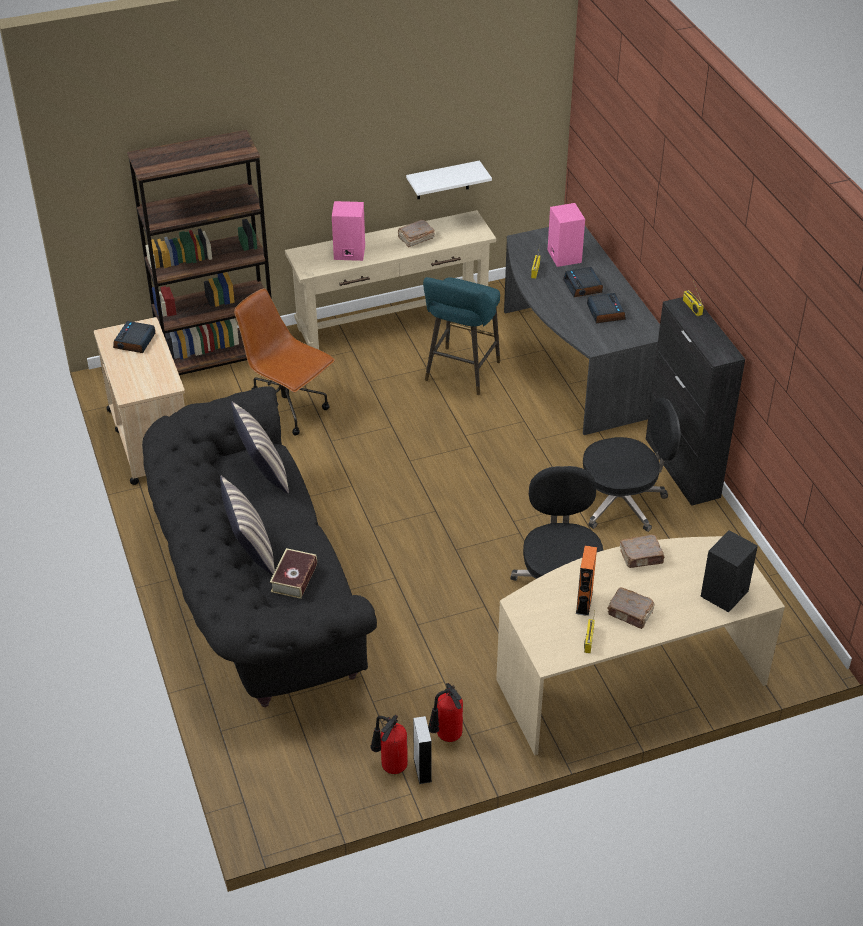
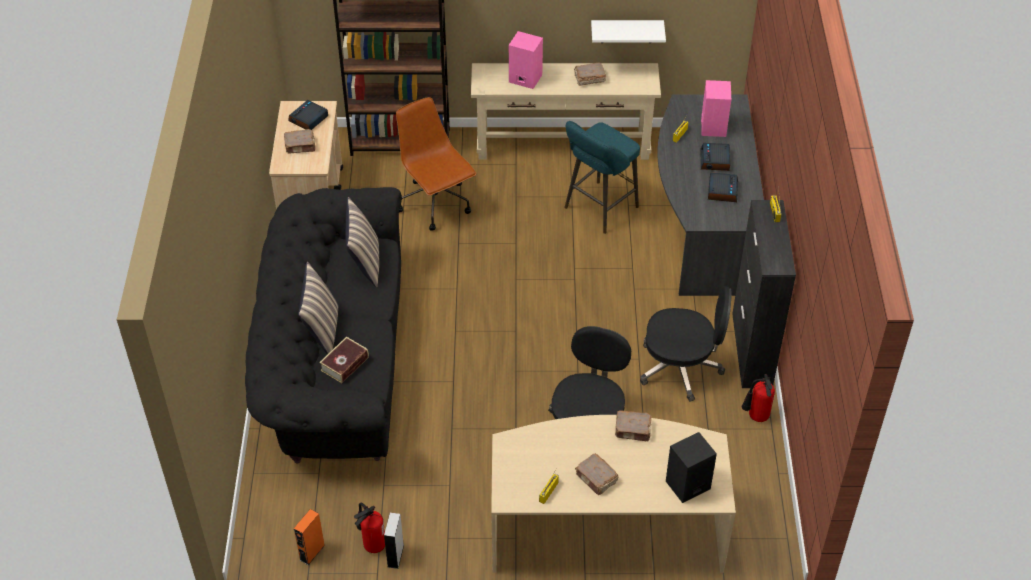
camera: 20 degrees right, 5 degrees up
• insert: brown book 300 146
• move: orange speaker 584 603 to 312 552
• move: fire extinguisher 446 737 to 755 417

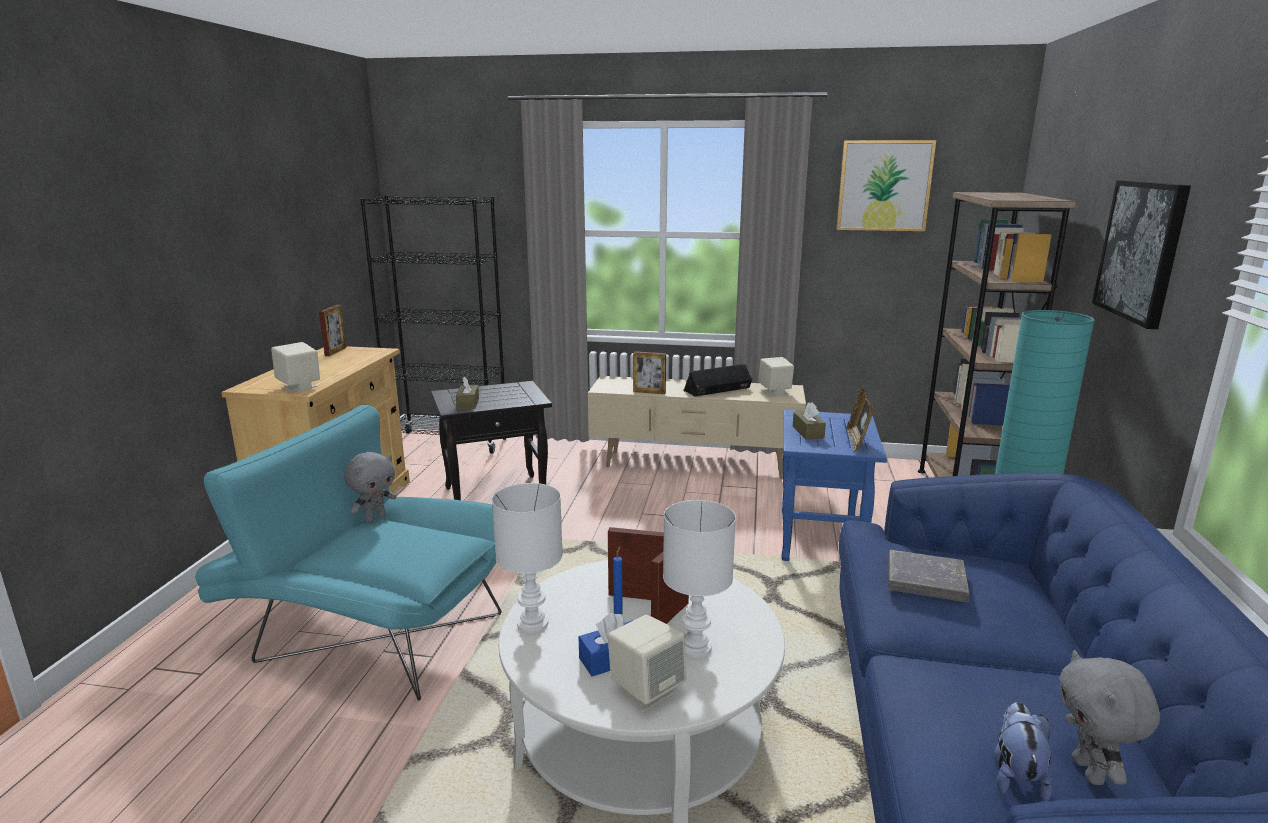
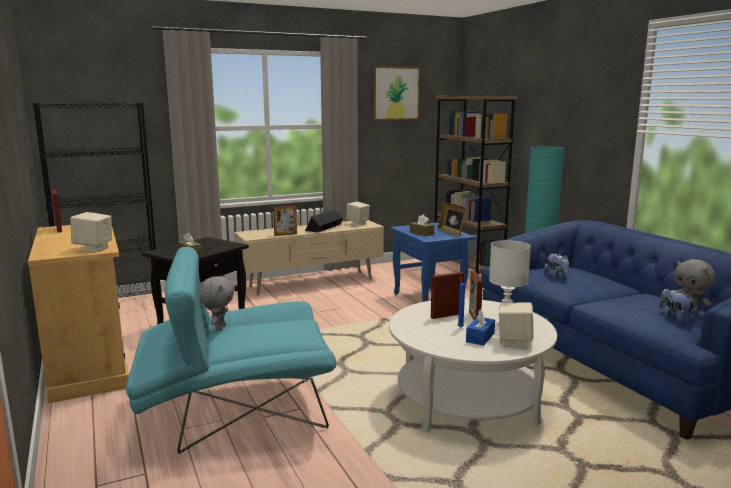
camera: 35 degrees left, 5 degrees down
• replace: grey book 925 581 to plush toy 556 276
• delete: white table lamp 533 623
• delete: picture 1141 250

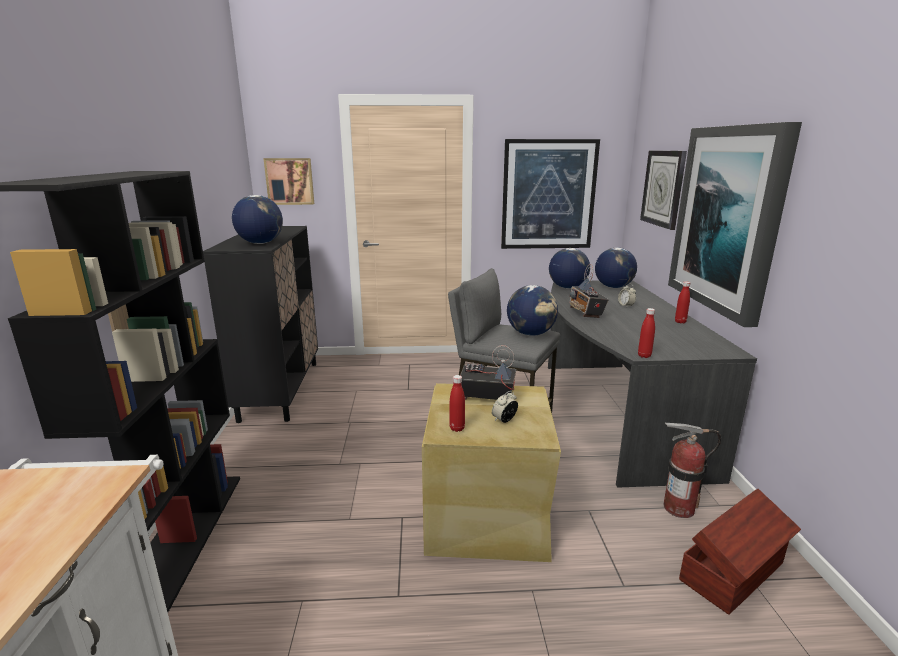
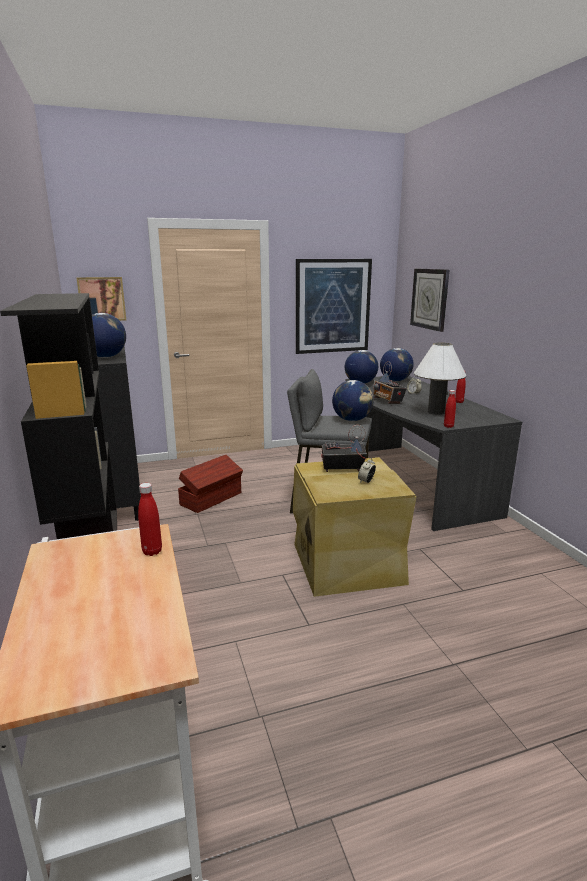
camera: 15 degrees left, 0 degrees up
• move: red bottle 457 428 to 152 551
• move: brown storage box 734 572 to 212 499
• insert: white table lamp 436 412
• delete: fire extinguisher 678 508
• delete: picture 728 219

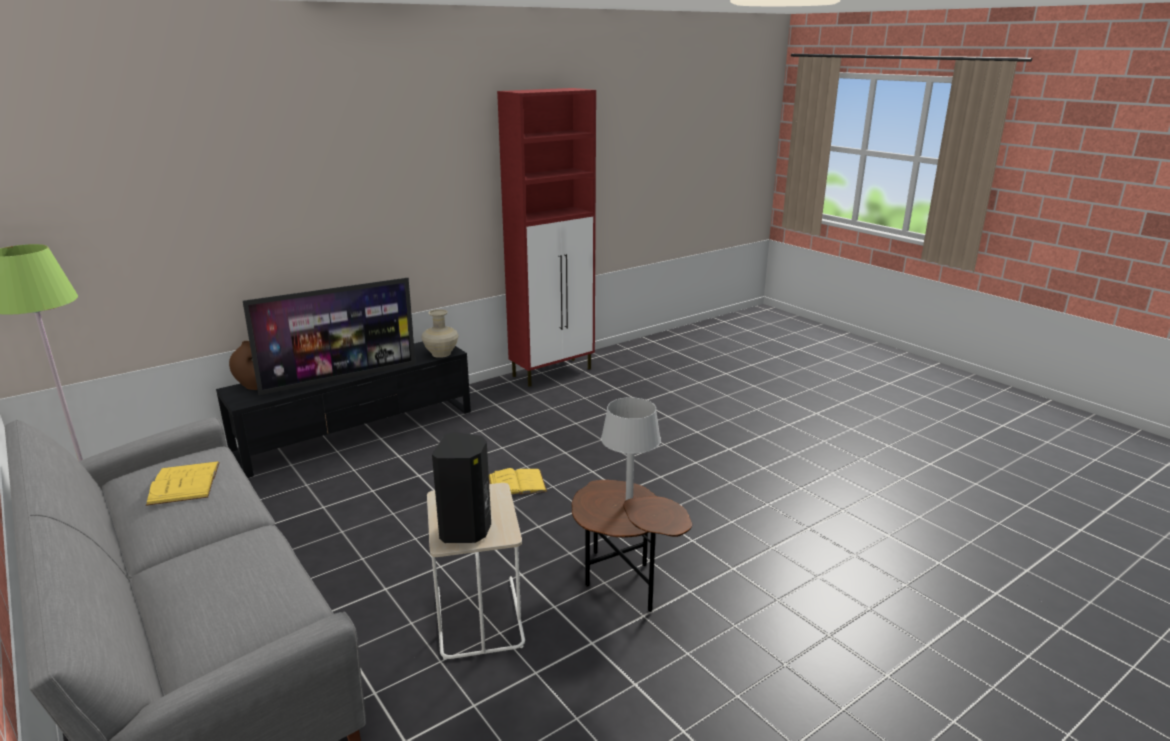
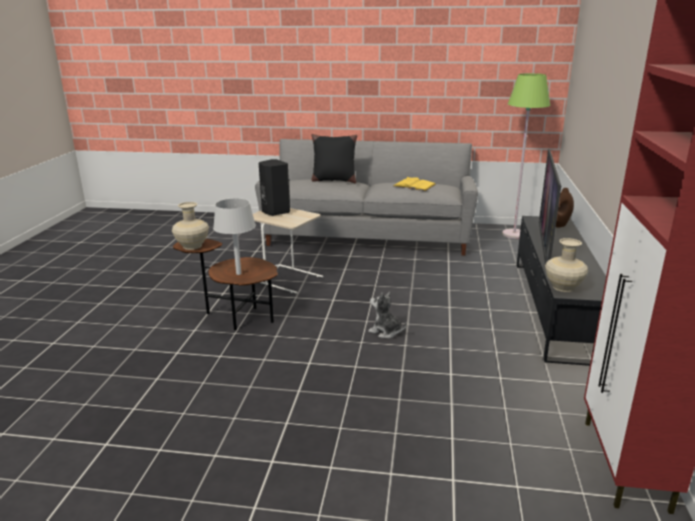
camera: 135 degrees right, 0 degrees up
• insert: beige vase 192 246
• insert: black pillow 333 180
• replace: yellow book 517 483 to plush toy 385 332

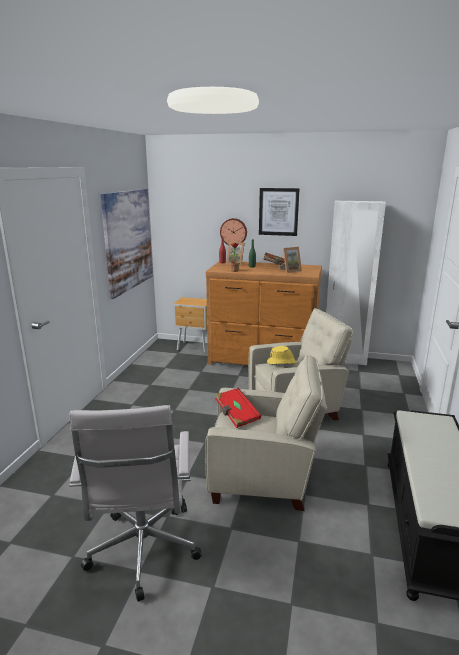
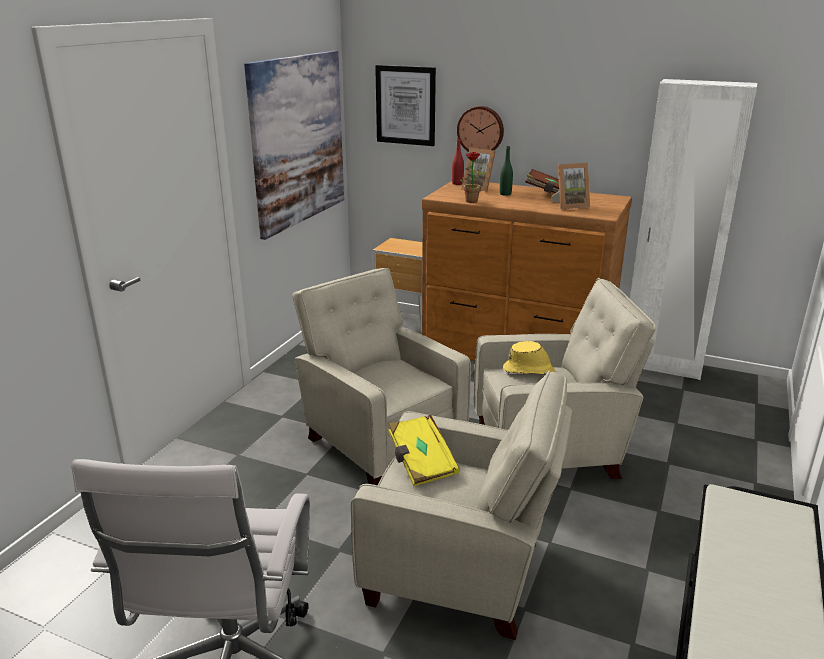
camera: 10 degrees right, 5 degrees up
• insert: beige armchair 381 440
• move: picture 278 212 to 405 105
• recolor: red book 236 415 to yellow book 421 462

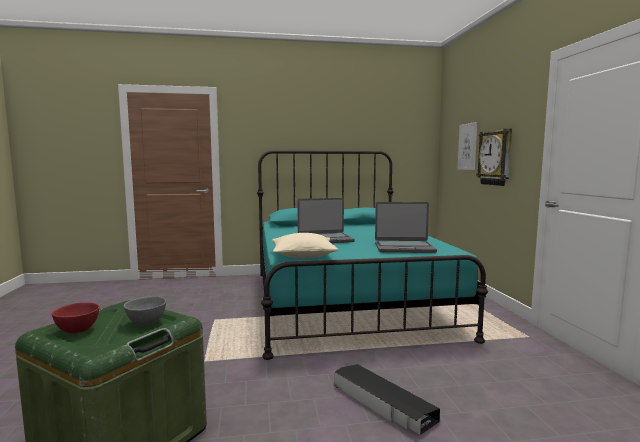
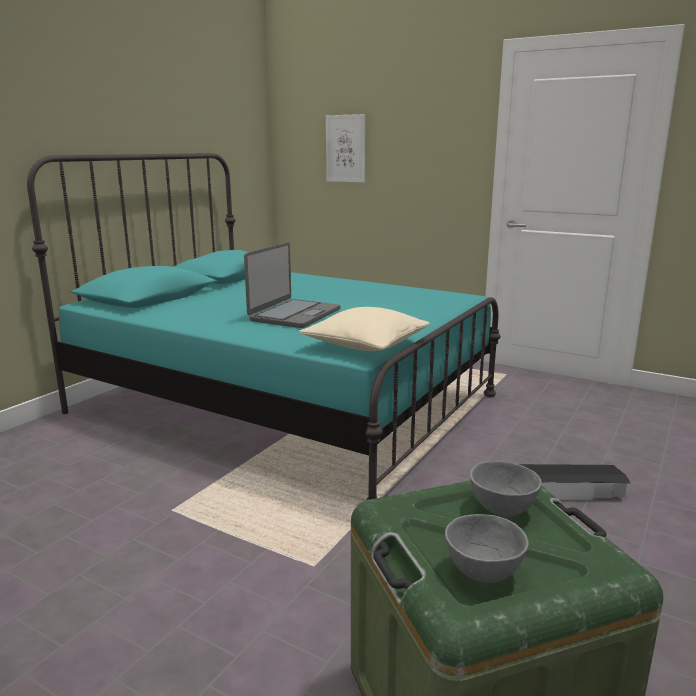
camera: 50 degrees left, 10 degrees up
• recolor: red bowl 77 330 to grey bowl 482 572
• delete: laptop 404 248
• delete: wall clock 496 158

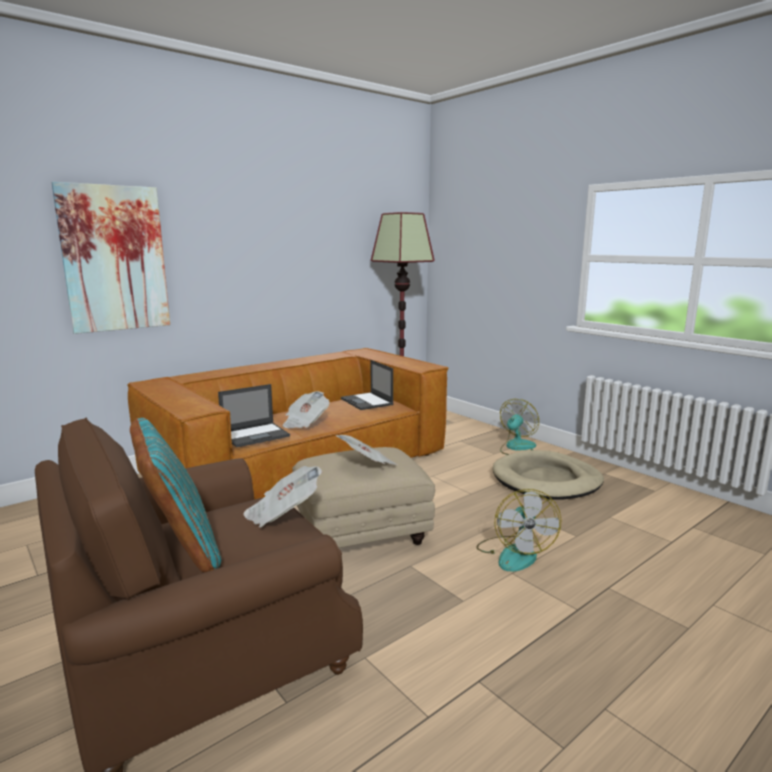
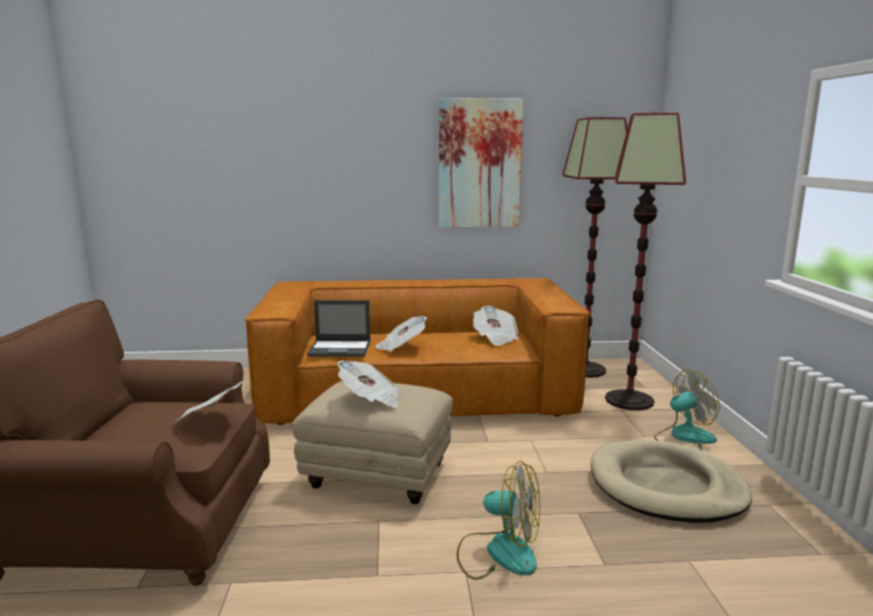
camera: 35 degrees right, 0 degrees up
• move: picture 115 259 to 479 164
• rotate: fan 514 553 = 498 552 105 degrees counterclockwise
• replace: laptop 367 402 to newspaper 495 338
• insert: floor lamp 629 400
• delete: turquoise pillow 180 548

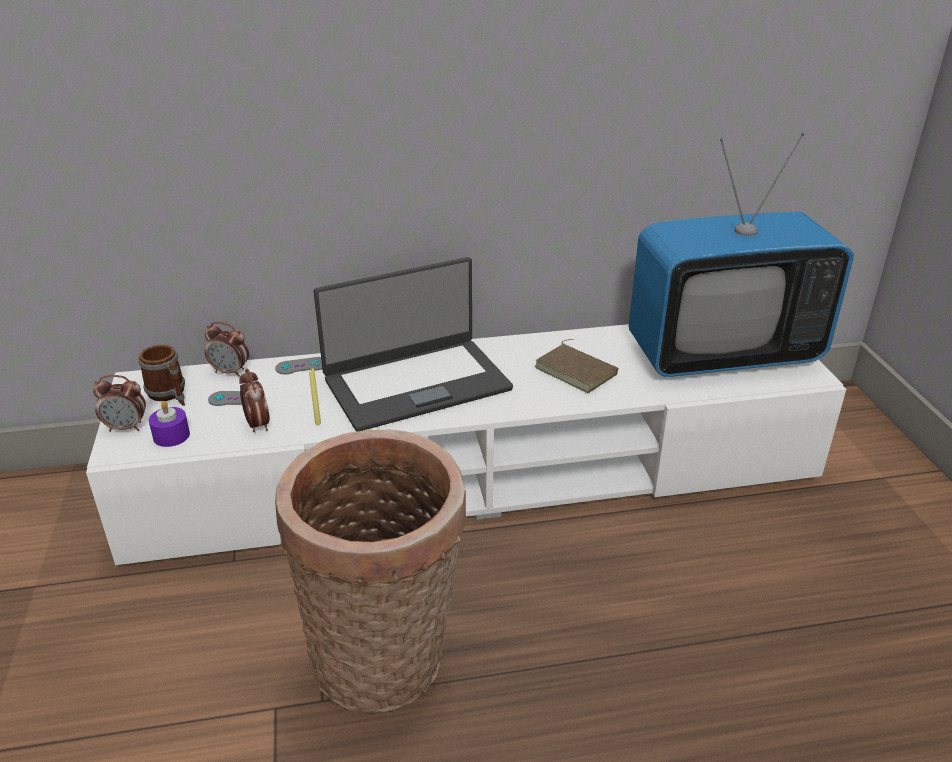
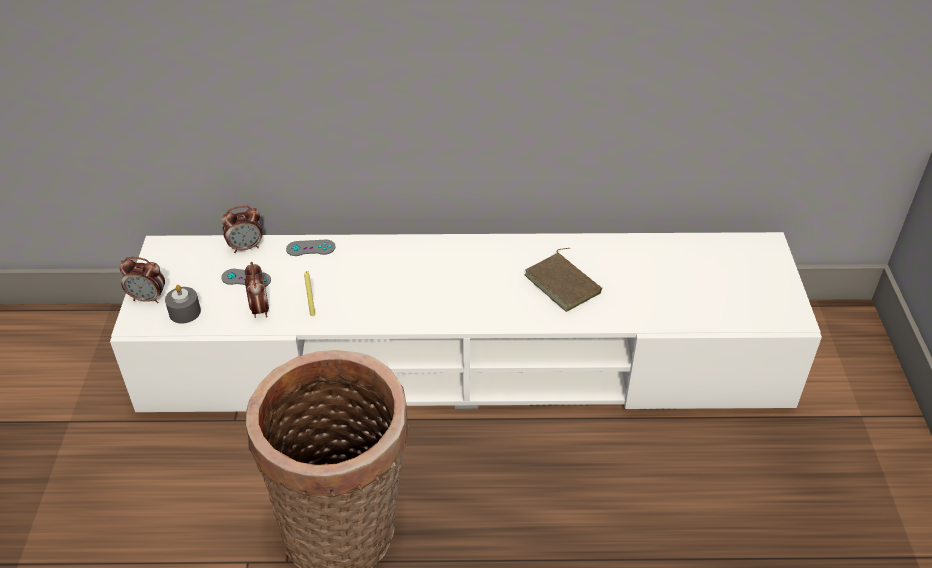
camera: 10 degrees right, 10 degrees up
• recolor: purple candle 171 436 to grey candle 185 312
• rotate: alarm clock 230 372 = 246 247 45 degrees counterclockwise
• delete: mug 170 395
• delete: laptop 416 383
• delete: television 723 354

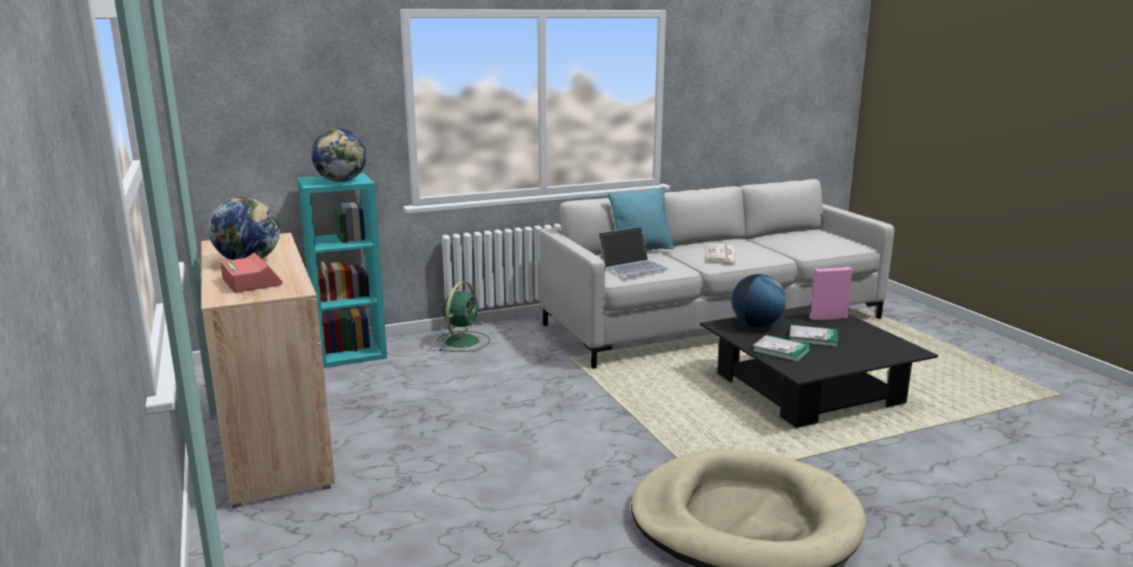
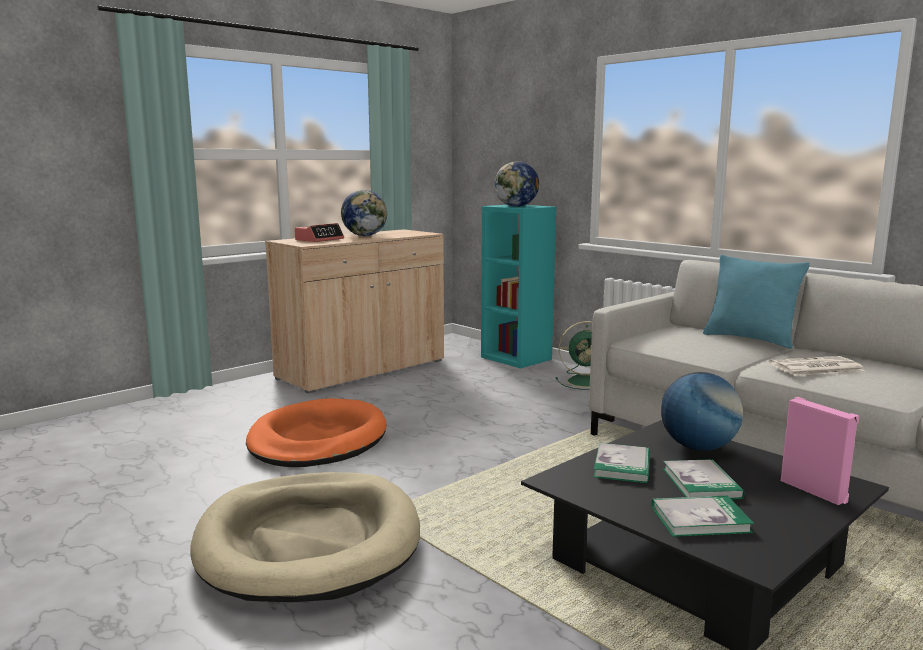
camera: 70 degrees right, 5 degrees down
• insert: orange dog bed 317 440
• insert: book 700 519
• delete: laptop 633 266

